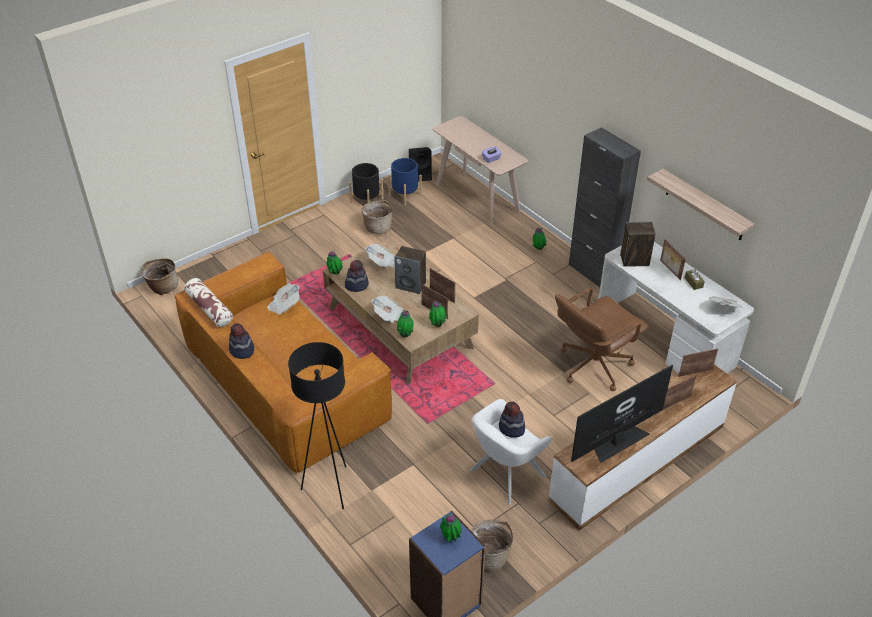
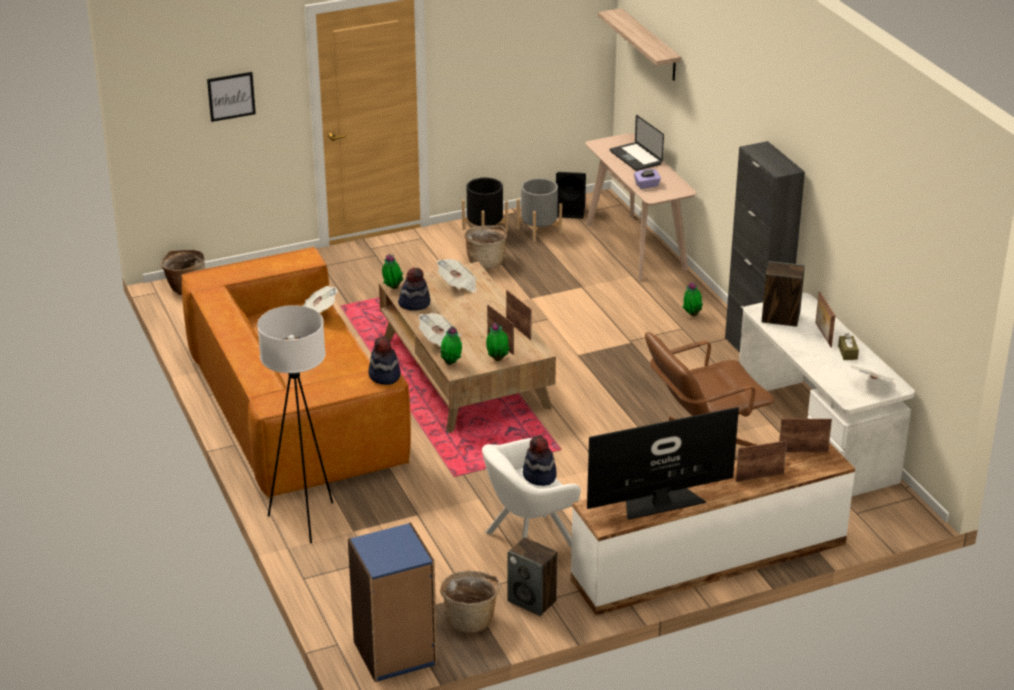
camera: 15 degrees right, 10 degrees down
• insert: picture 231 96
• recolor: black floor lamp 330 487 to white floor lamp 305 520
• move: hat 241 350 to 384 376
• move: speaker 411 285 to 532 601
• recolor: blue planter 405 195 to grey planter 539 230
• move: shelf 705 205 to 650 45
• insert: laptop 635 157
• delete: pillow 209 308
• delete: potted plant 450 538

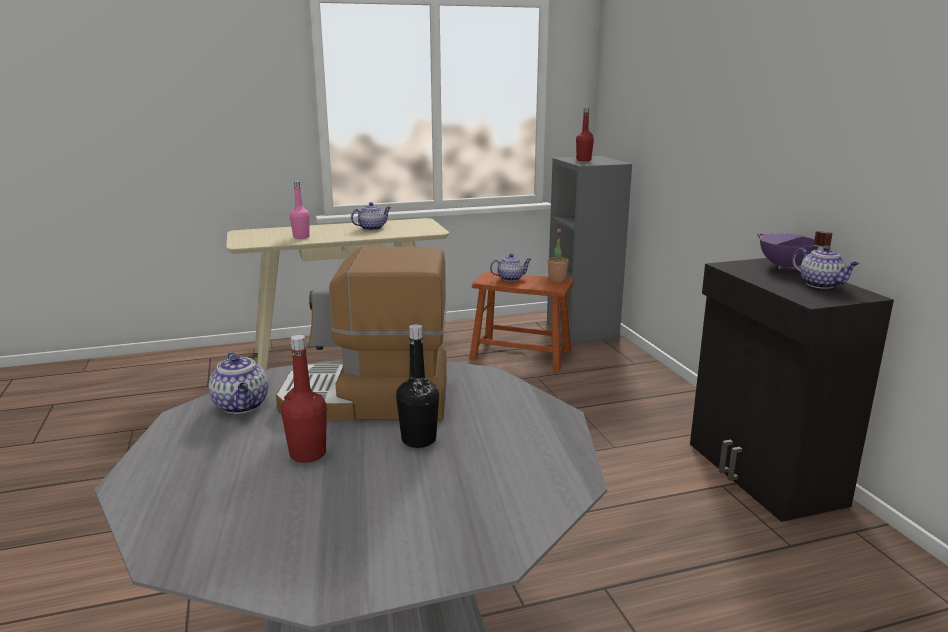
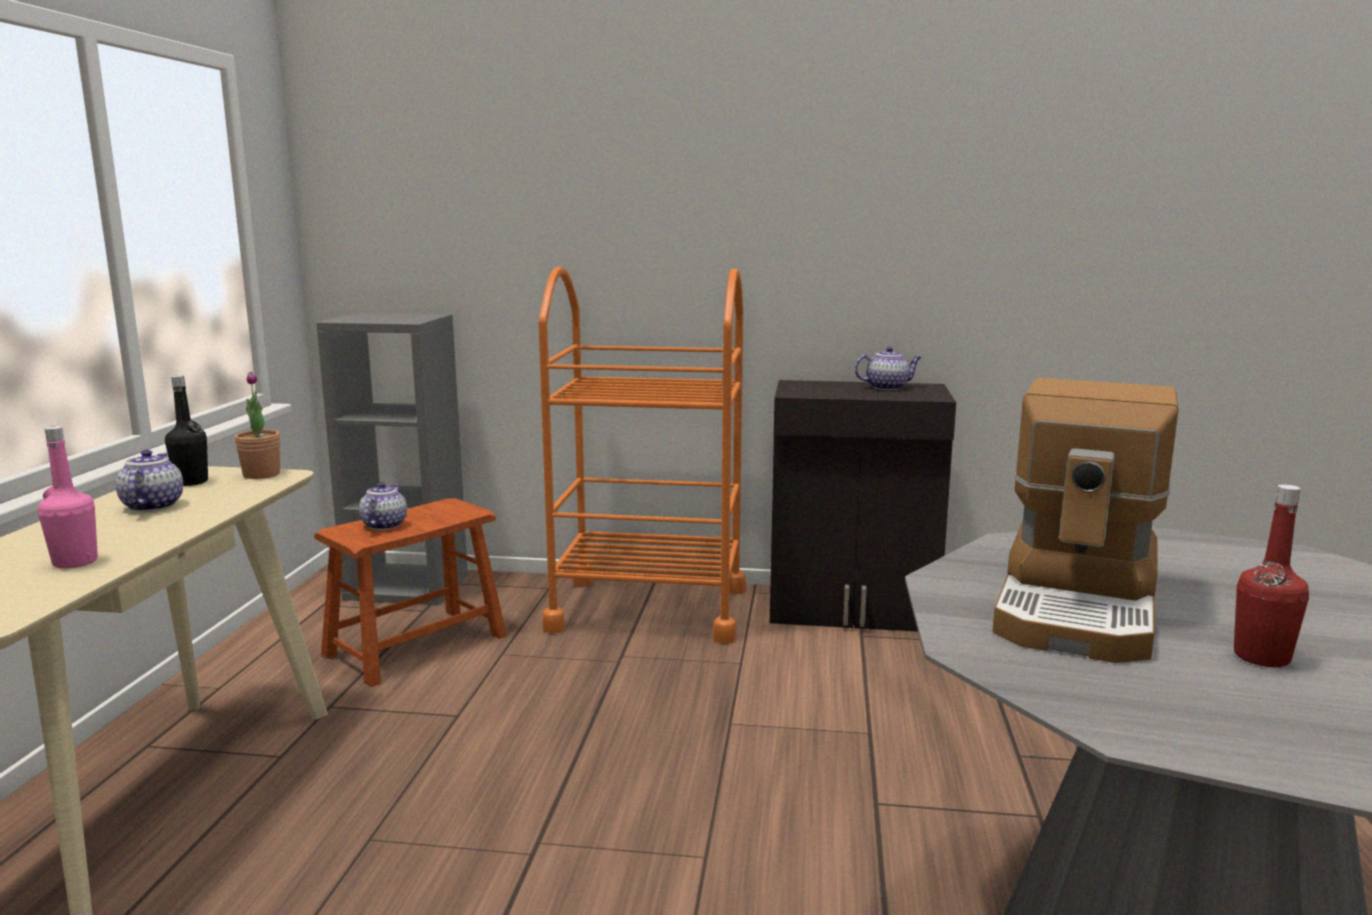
camera: 65 degrees left, 5 degrees down
• move: black bottle 419 440 to 191 482
• move: potted plant 557 280 to 261 474
• insert: orange cart 649 609
• delete: teapot 242 406
• delete: red bottle 583 160
• delete: purple cooking pot 785 267

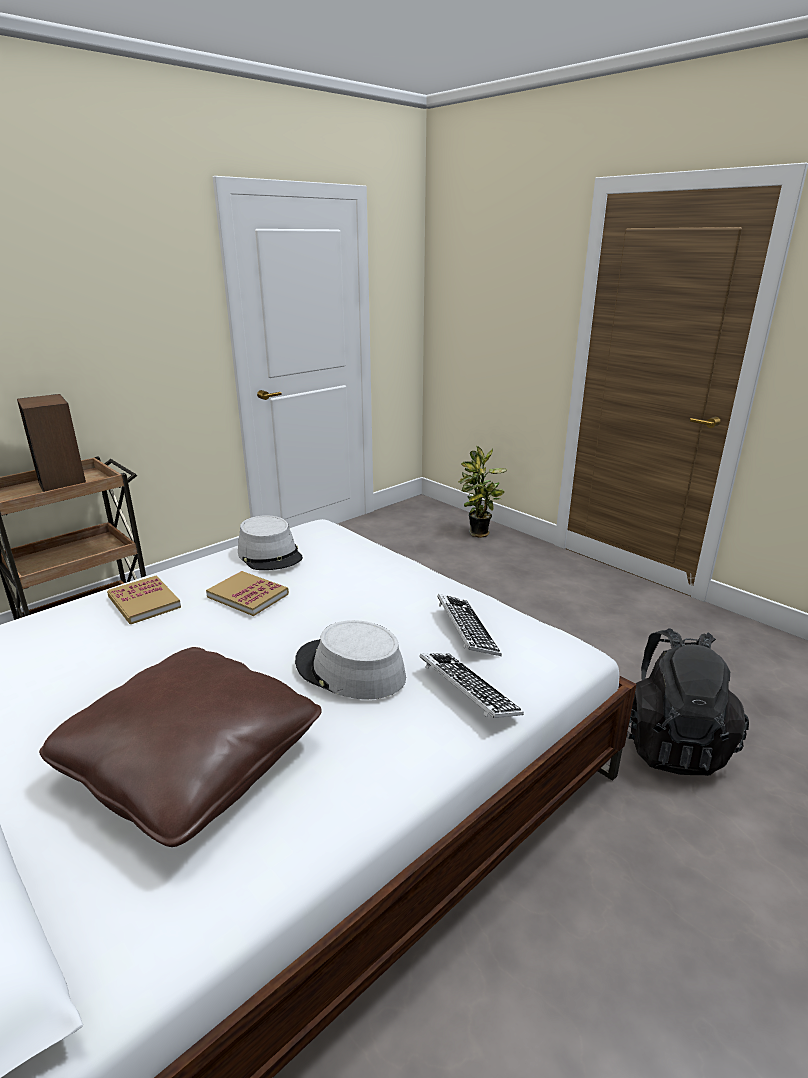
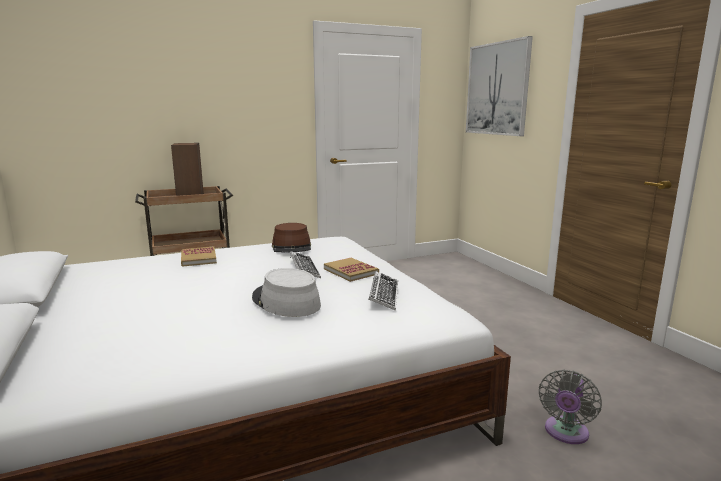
camera: 20 degrees right, 10 degrees down
• recolor: grey hat 270 554 to brown hat 292 247
• move: keyboard 468 691 to 304 269
• move: book 248 595 to 351 271
• insert: picture 497 89
• replace: black backpack 670 743 to grey fan 565 433
• delete: brown pillow 192 762
• delete: potted plant 479 534

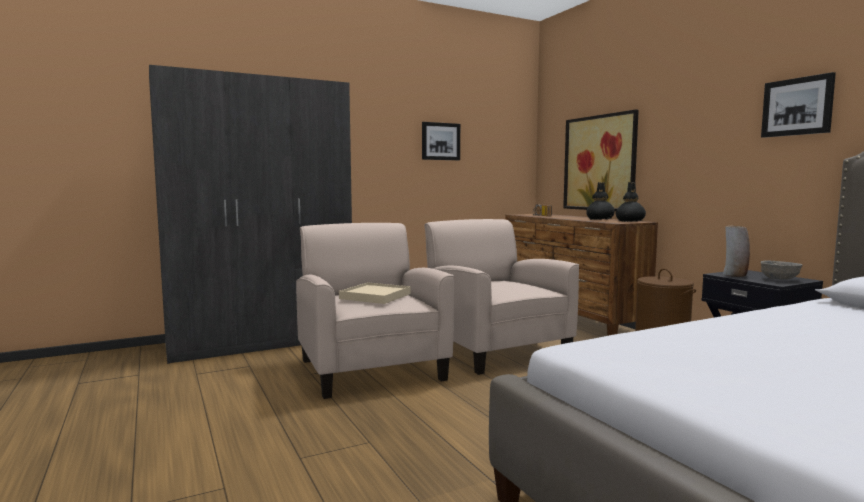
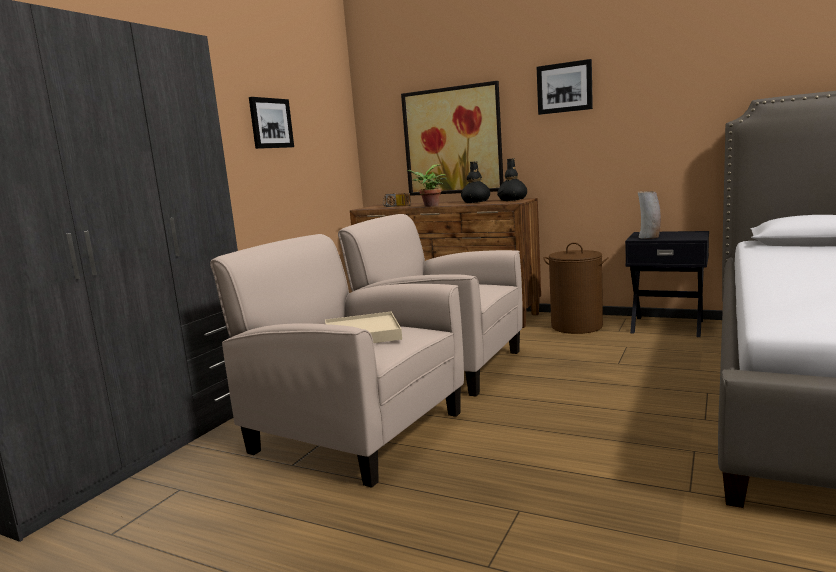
camera: 35 degrees left, 5 degrees up
• insert: potted plant 429 206
• move: picture 797 107 to 564 87
• delete: grey bowl 779 279

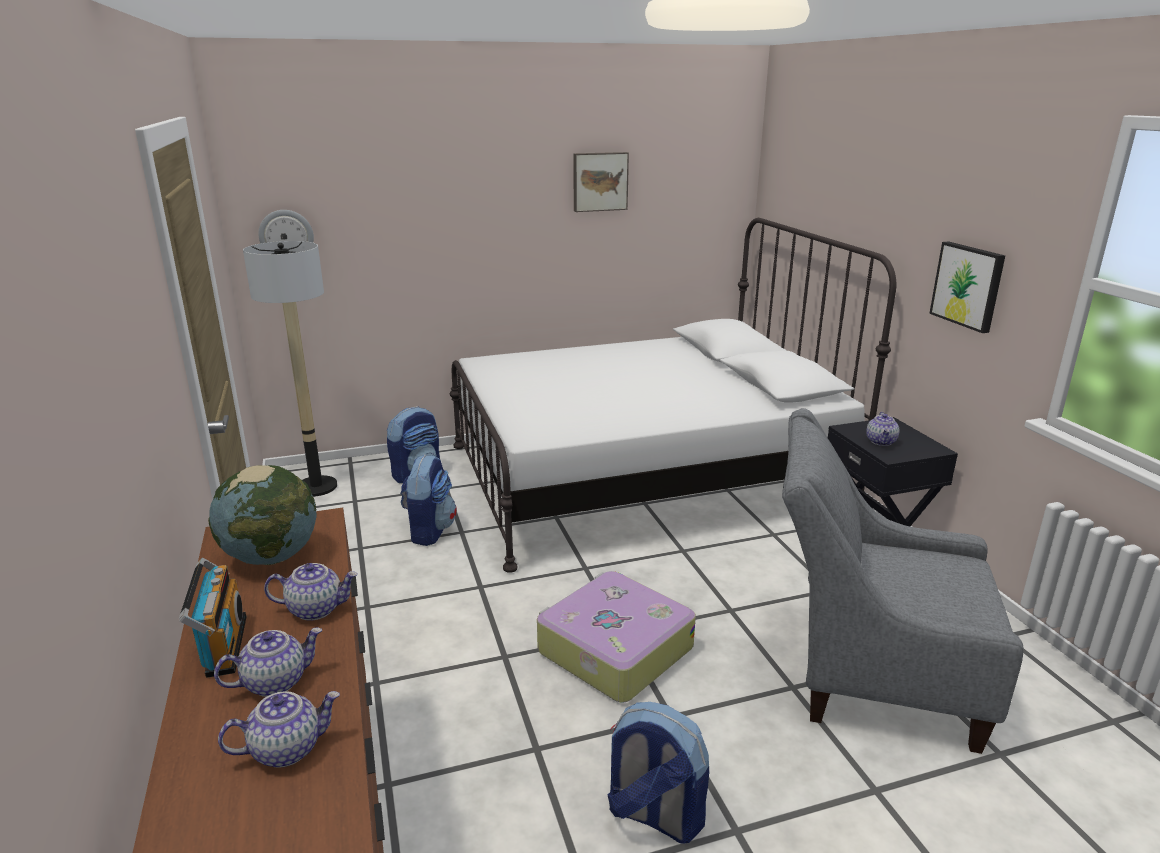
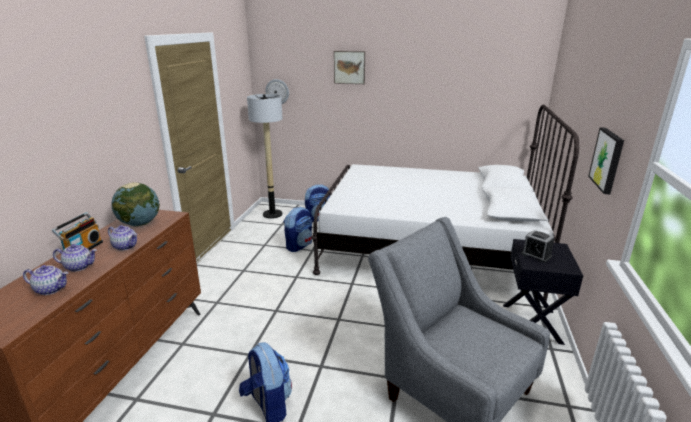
camera: 30 degrees right, 0 degrees up
• move: picture 599 181 to 349 67
• replace: teapot 881 441 to alarm clock 536 255
• delete: suitcase 613 649

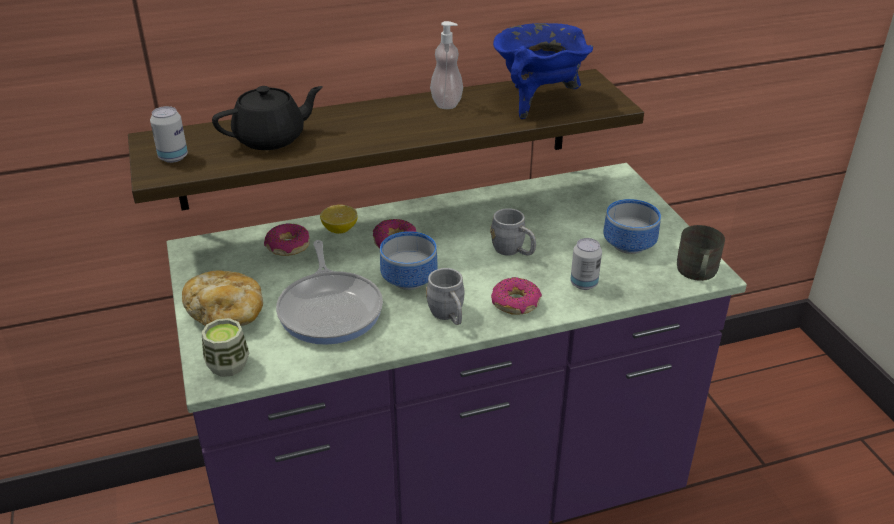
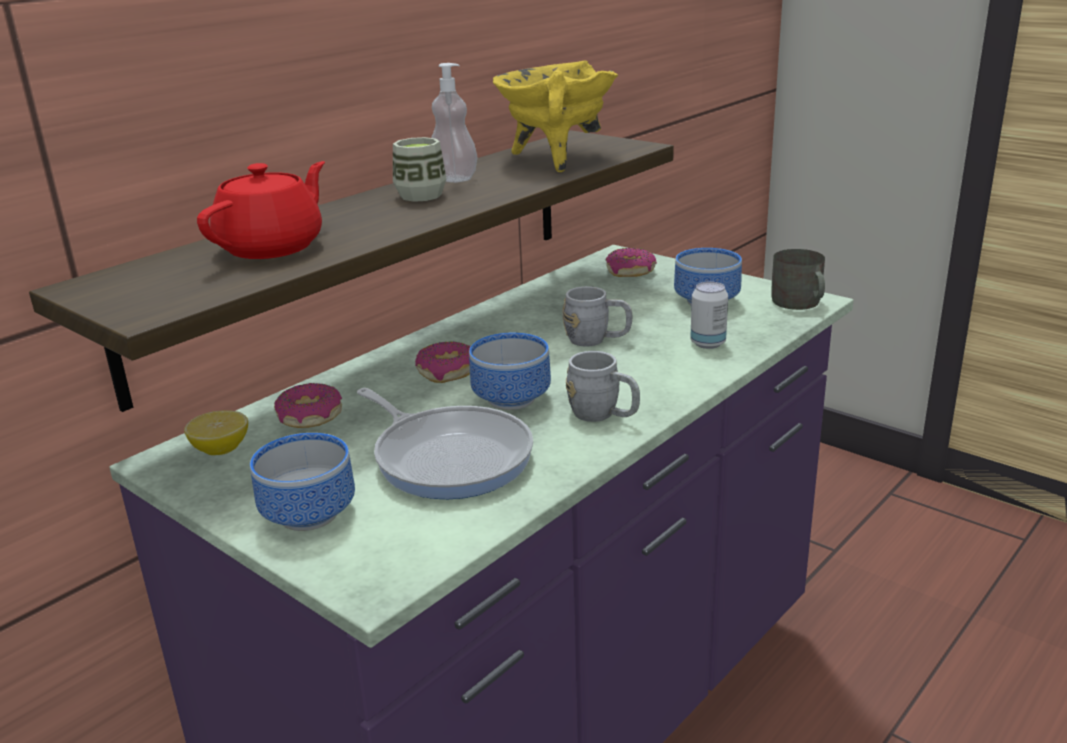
camera: 30 degrees left, 10 degrees down
• move: lemon 339 229 to 220 449
• recolor: black teapot 271 139 to red teapot 273 247
• replace: bread 227 315 to bowl 309 512
• move: cup 228 365 to 421 195
• recolor: blue cooking pot 537 102 to yellow cooking pot 555 159
• move: donut 516 303 to 631 271
• delete: can 173 157

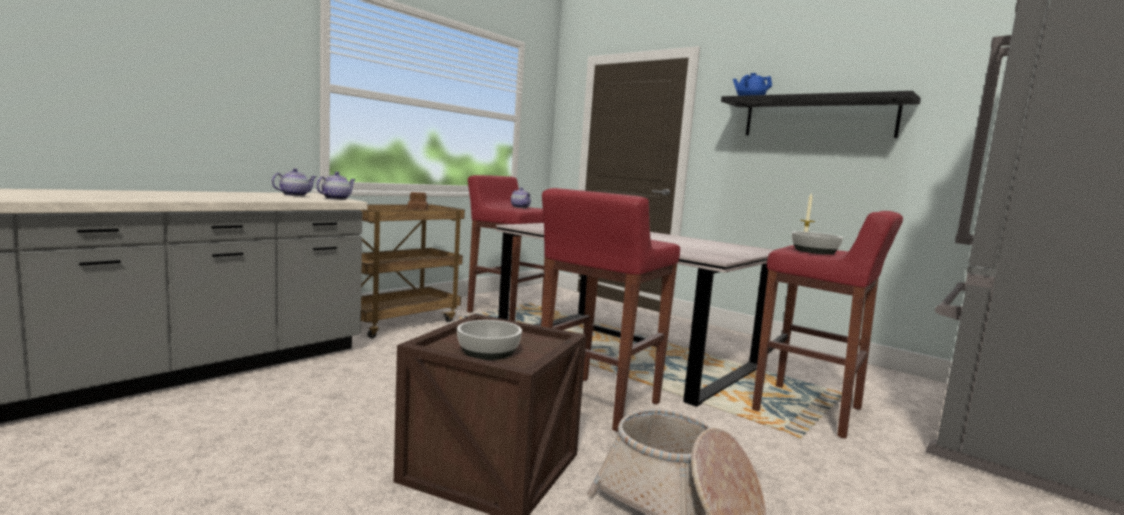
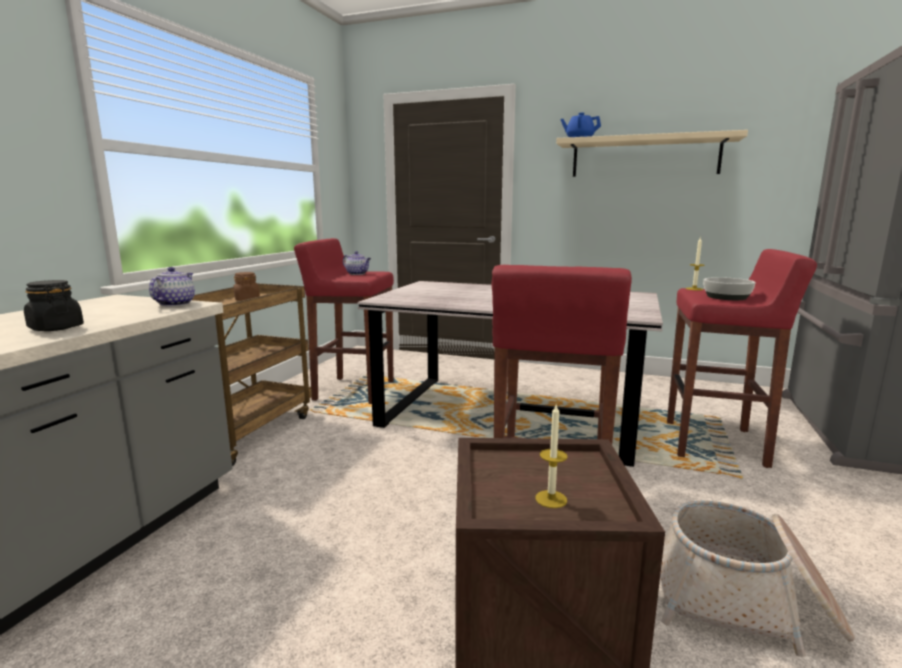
camera: 20 degrees left, 5 degrees up
• insert: black jar 56 328
• replace: bowl 488 351 to candle 551 499
• recolor: black shelf 818 118 to beige shelf 644 157
• delete: teapot 295 195

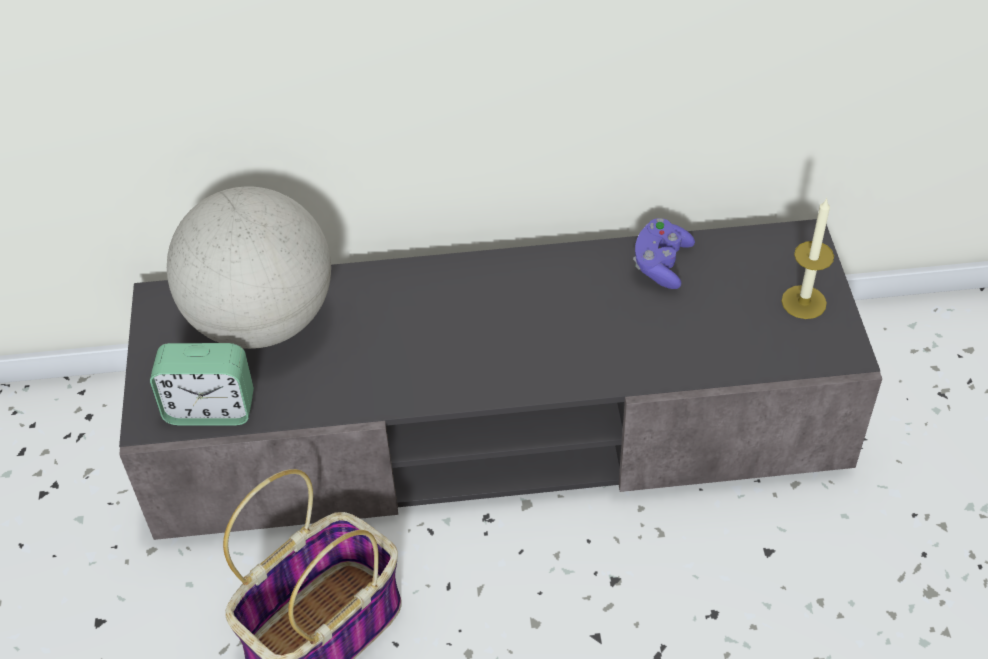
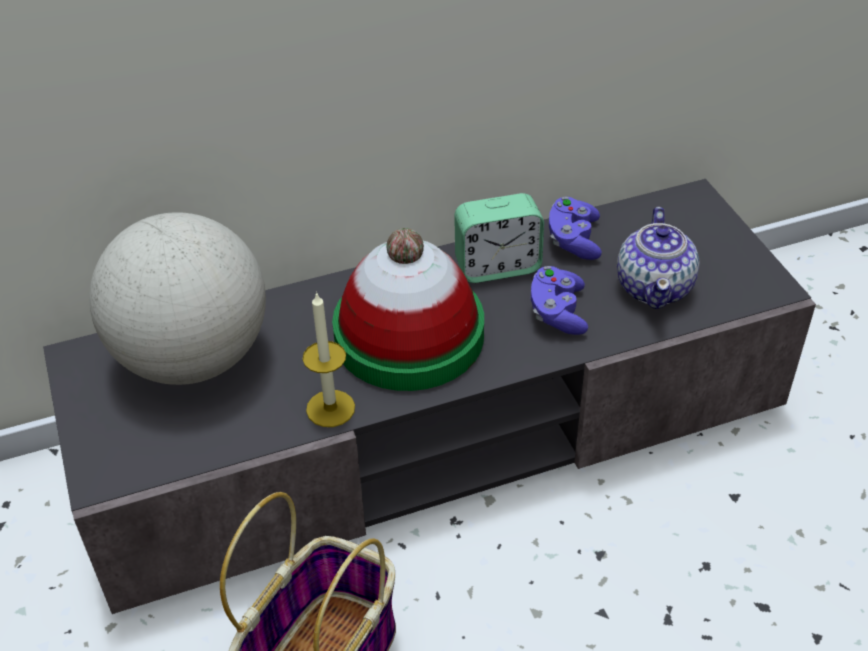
camera: 15 degrees left, 5 degrees down
• move: candle 803 302 to 330 408
• insert: hat 409 335
• move: alarm clock 210 409 to 497 266
• insert: purple game controller 557 313
• insert: teapot 655 287

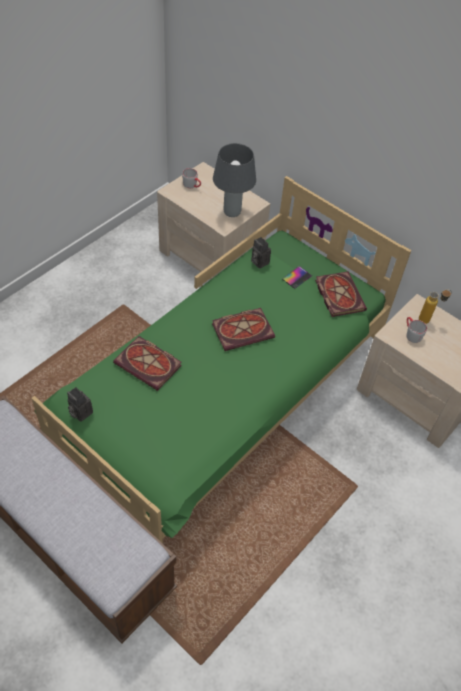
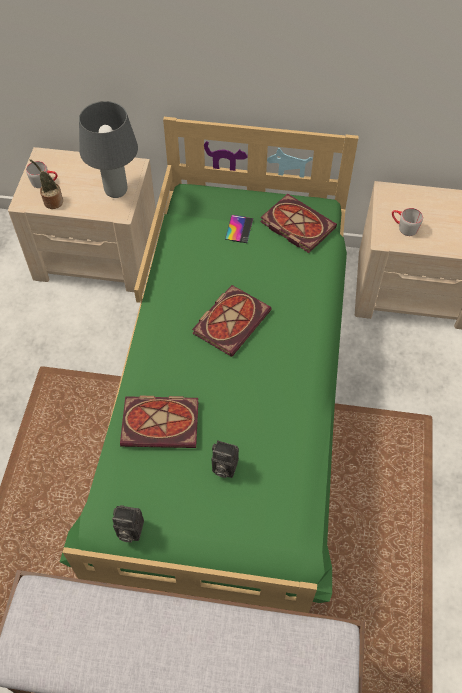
camera: 30 degrees left, 5 degrees up
• insert: potted plant 52 201
• move: photo camera 258 262 to 223 467
• delete: bottle 428 320

